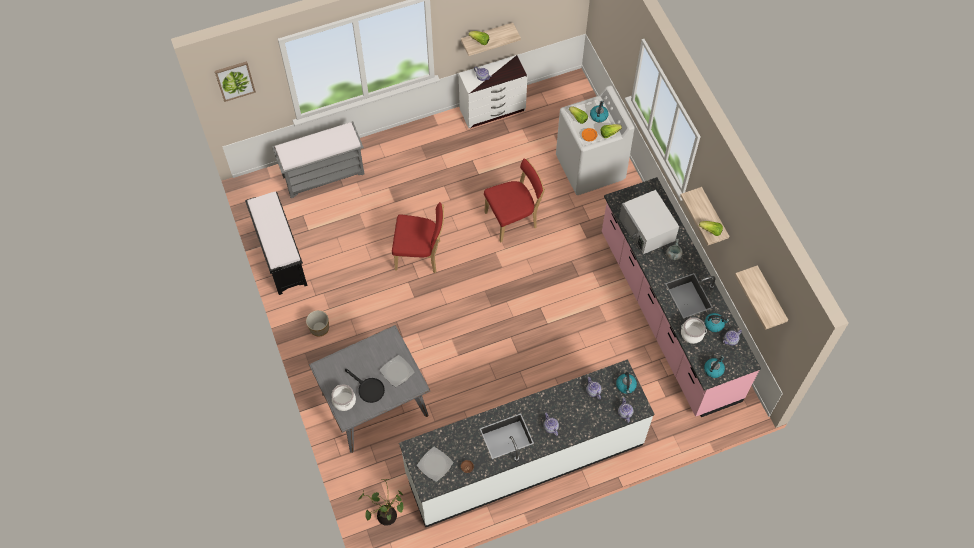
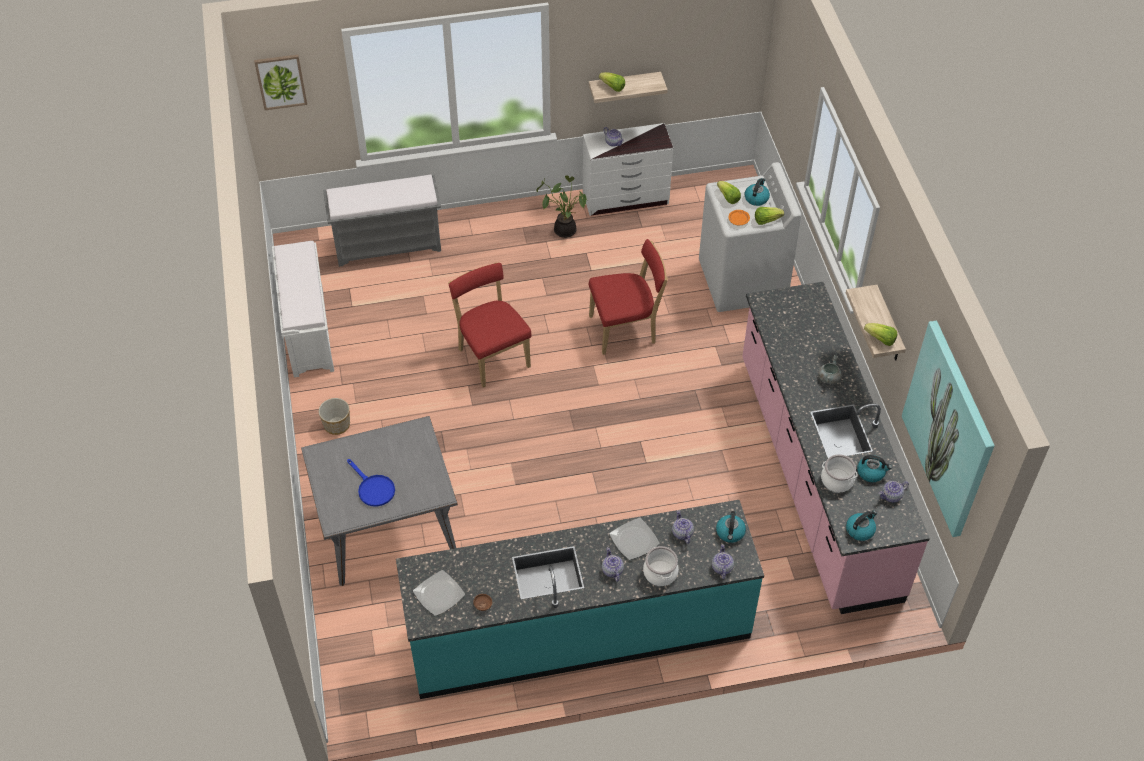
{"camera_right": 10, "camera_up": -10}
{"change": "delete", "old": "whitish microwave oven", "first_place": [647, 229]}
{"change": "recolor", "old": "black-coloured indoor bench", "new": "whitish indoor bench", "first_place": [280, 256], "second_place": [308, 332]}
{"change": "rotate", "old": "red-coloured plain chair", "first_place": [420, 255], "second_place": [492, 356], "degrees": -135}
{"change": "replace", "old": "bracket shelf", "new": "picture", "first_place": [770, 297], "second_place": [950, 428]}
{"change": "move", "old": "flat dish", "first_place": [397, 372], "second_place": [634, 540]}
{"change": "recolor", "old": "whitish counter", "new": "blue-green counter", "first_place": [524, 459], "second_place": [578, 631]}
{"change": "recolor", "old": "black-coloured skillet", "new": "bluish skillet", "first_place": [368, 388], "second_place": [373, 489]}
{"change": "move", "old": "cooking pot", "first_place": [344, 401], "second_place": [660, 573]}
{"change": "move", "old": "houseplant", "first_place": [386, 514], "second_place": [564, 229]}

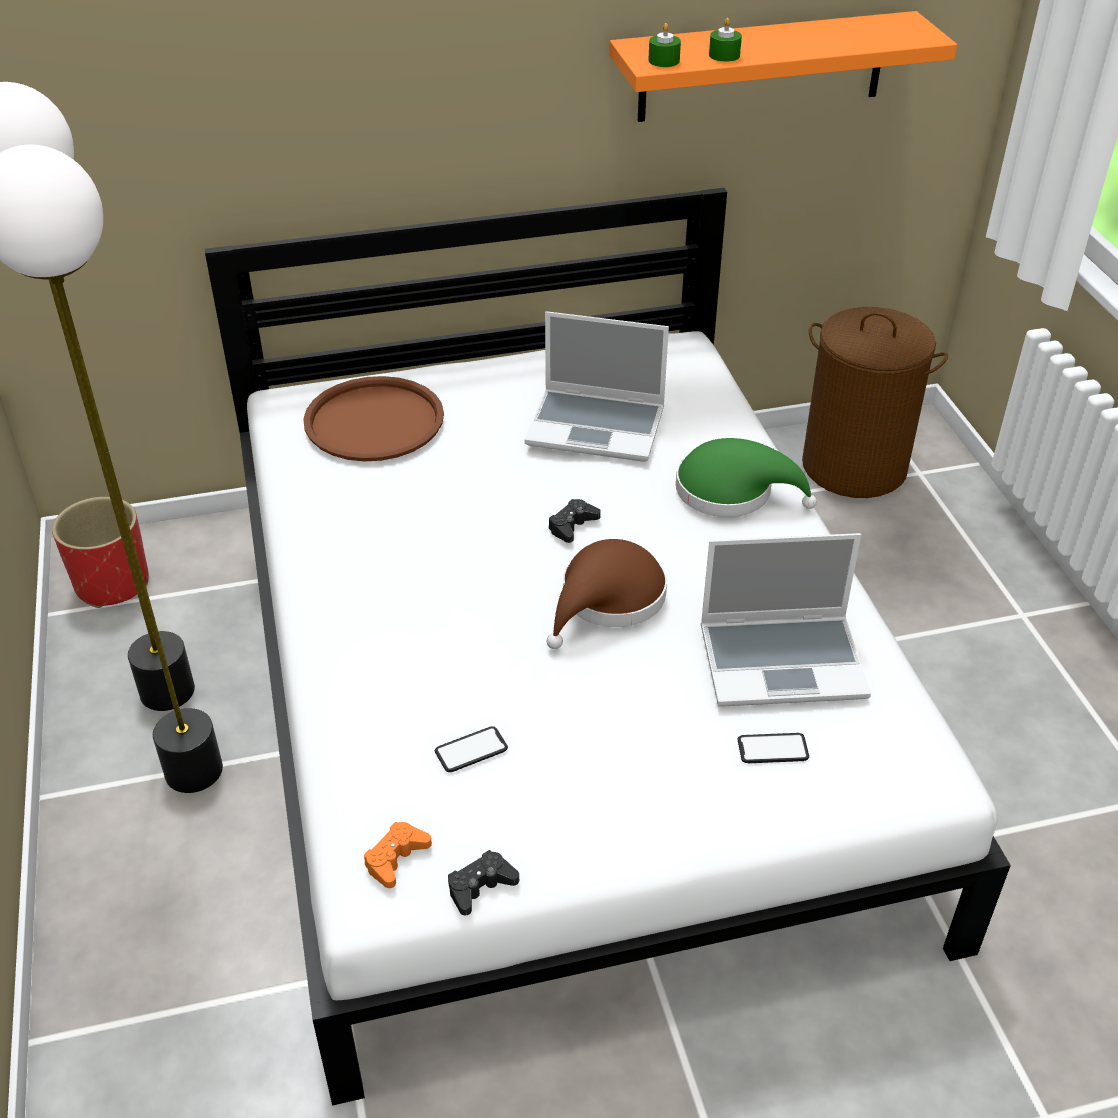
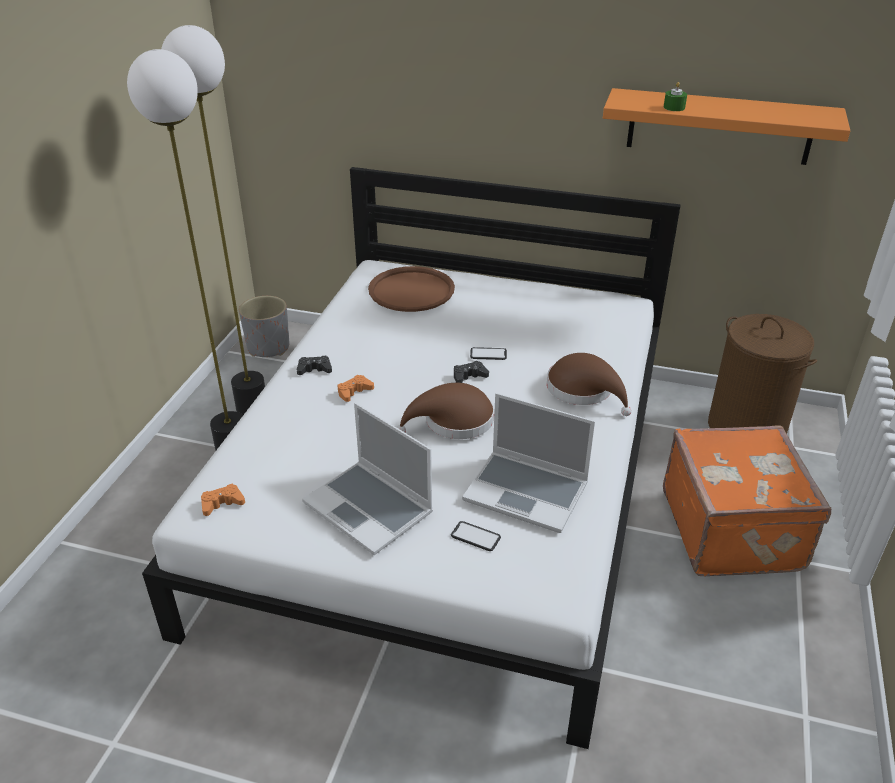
{"camera_right": 30, "camera_up": -5}
{"change": "delete", "old": "greenish wax candle", "first_place": [664, 61]}
{"change": "move", "old": "portable computer", "first_place": [598, 426], "second_place": [370, 508]}
{"change": "recolor", "old": "greenish clothing hat", "new": "brownish clothing hat", "first_place": [732, 491], "second_place": [584, 390]}
{"change": "recolor", "old": "red-coloured plant pot", "new": "gray plant pot", "first_place": [113, 583], "second_place": [269, 347]}
{"change": "move", "old": "telephone", "first_place": [471, 750], "second_place": [488, 354]}
{"change": "move", "old": "black-coloured game controller", "first_place": [480, 887], "second_place": [314, 369]}
{"change": "insert", "new": "orange game controller", "second_place": [354, 392]}
{"change": "insert", "new": "orange piece of luggage", "second_place": [733, 529]}

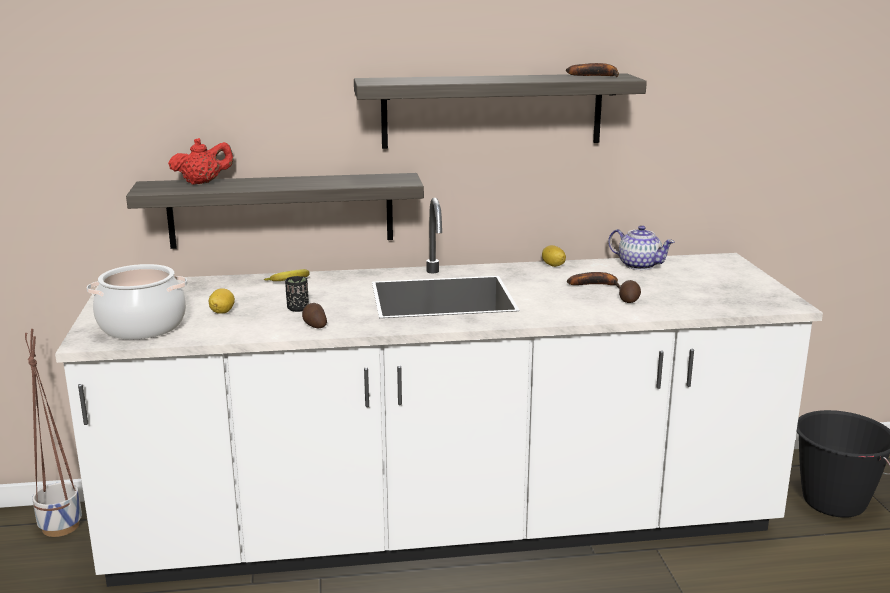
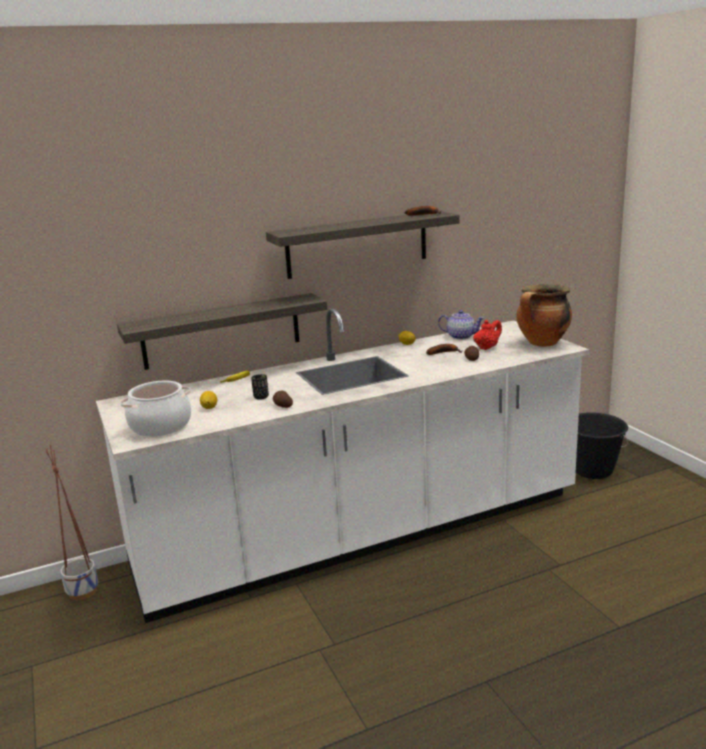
{"camera_right": -15, "camera_up": 0}
{"change": "move", "old": "red-coloured tea pot", "first_place": [203, 183], "second_place": [487, 348]}
{"change": "insert", "new": "cooking pot", "second_place": [542, 343]}

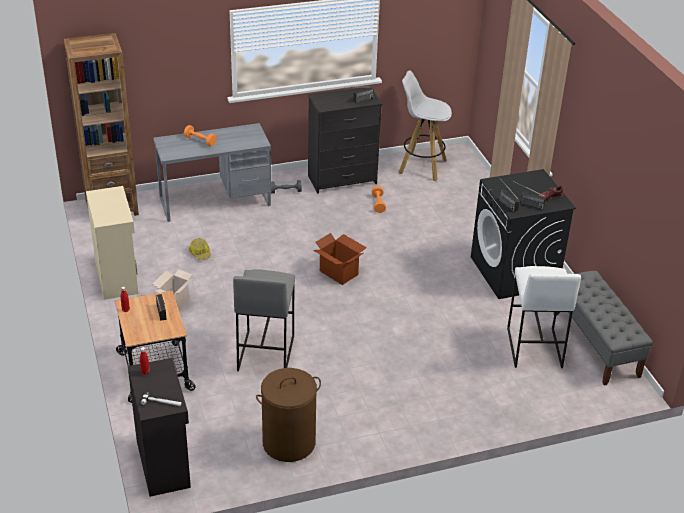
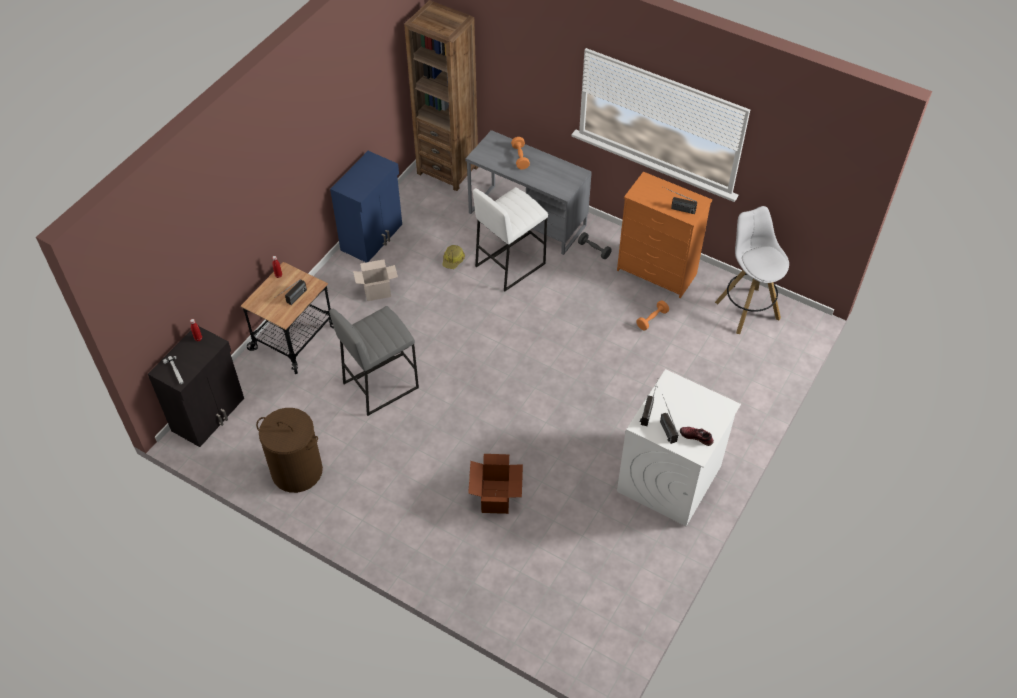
{"camera_right": 50, "camera_up": 15}
{"change": "recolor", "old": "black-coloured dresser", "new": "orange dresser", "first_place": [343, 180], "second_place": [657, 273]}
{"change": "recolor", "old": "black-coloured washing machine", "new": "whitish washing machine", "first_place": [514, 272], "second_place": [669, 479]}
{"change": "recolor", "old": "sand-coloured cabinet", "new": "bluish cabinet", "first_place": [117, 277], "second_place": [372, 237]}
{"change": "move", "old": "cardboard box", "first_place": [339, 272], "second_place": [496, 497]}
{"change": "move", "old": "whitish stool", "first_place": [533, 347], "second_place": [510, 264]}
{"change": "delete", "old": "gray indoor bench", "first_place": [596, 345]}

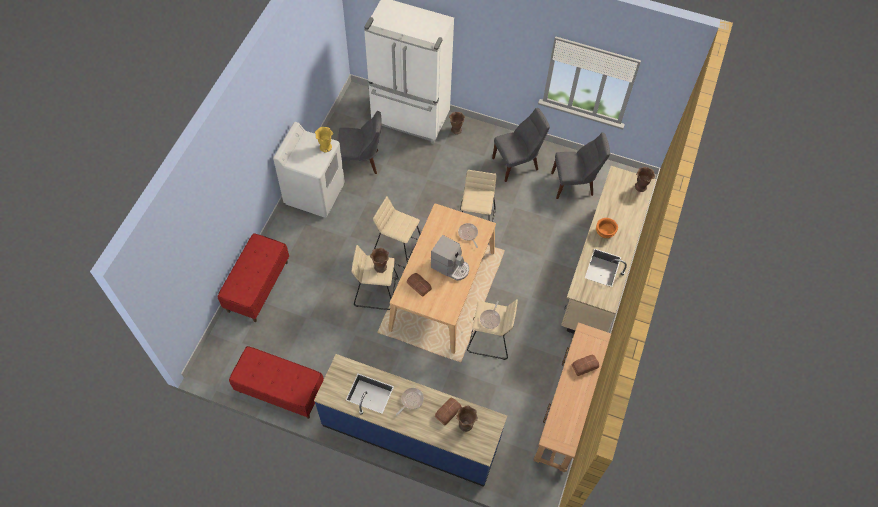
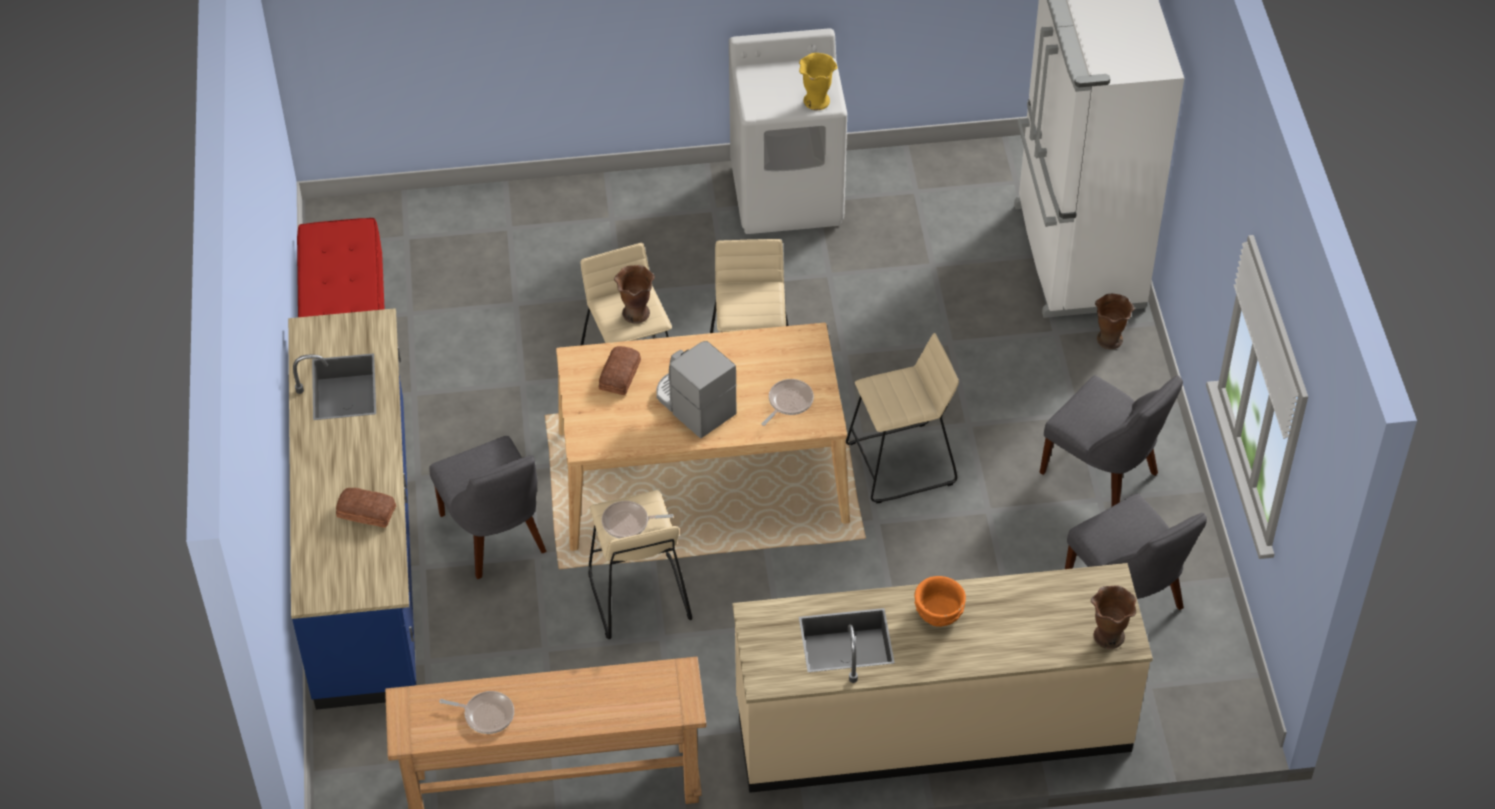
{"camera_right": 65, "camera_up": -10}
{"change": "move", "old": "gray plain chair", "first_place": [361, 161], "second_place": [495, 536]}
{"change": "delete", "old": "red-coloured indoor bench", "first_place": [257, 286]}
{"change": "rotate", "old": "coffee machine", "first_place": [450, 267], "second_place": [693, 405], "degrees": 135}
{"change": "delete", "old": "baked bread", "first_place": [584, 366]}
{"change": "move", "old": "skillet", "first_place": [411, 400], "second_place": [486, 714]}
{"change": "delete", "old": "brownish flower vase", "first_place": [466, 424]}

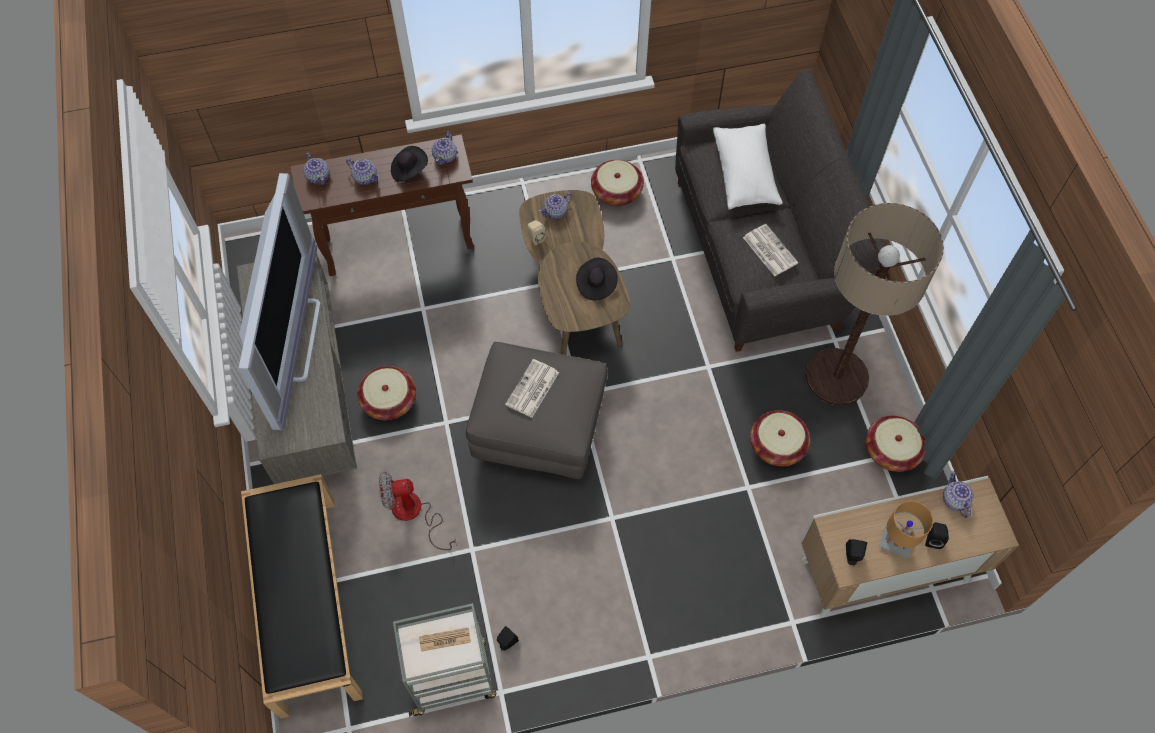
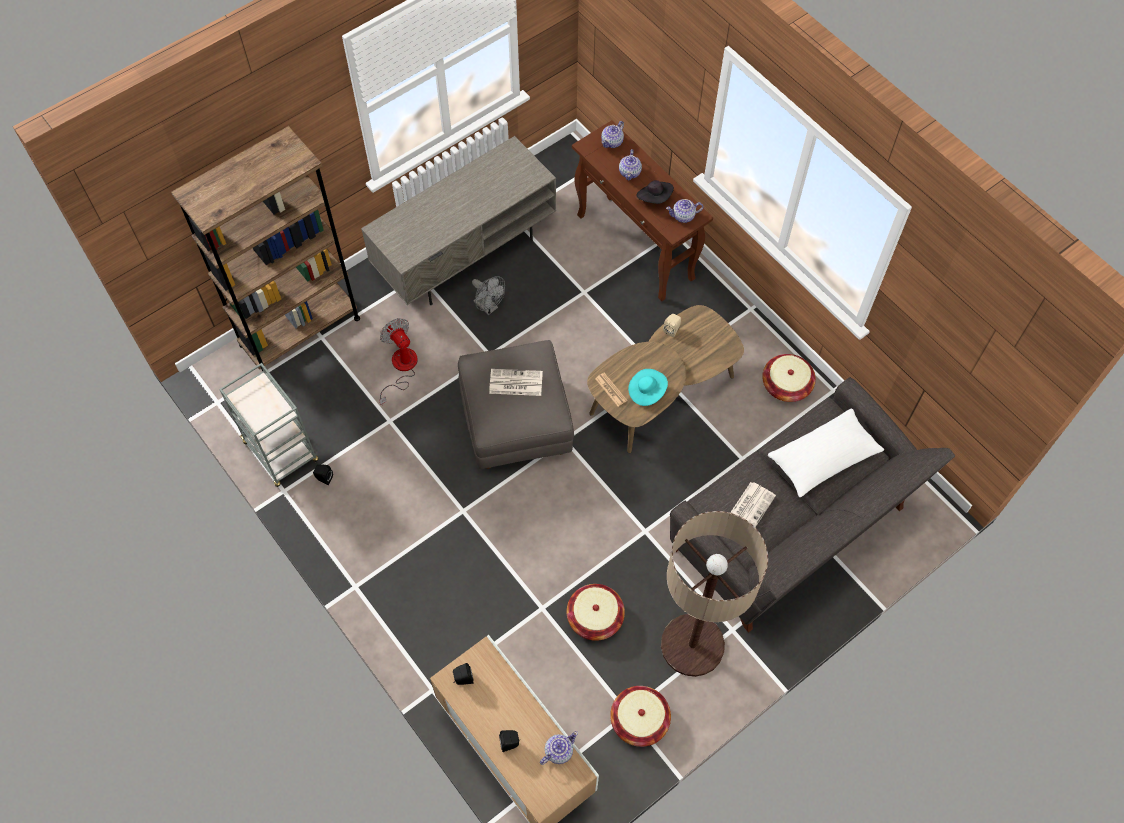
{"camera_right": 65, "camera_up": 0}
{"change": "delete", "old": "television", "first_place": [295, 339]}
{"change": "delete", "old": "tea pot", "first_place": [556, 212]}
{"change": "recolor", "old": "black-coloured clothing hat", "new": "blue-green clothing hat", "first_place": [596, 284], "second_place": [646, 391]}
{"change": "replace", "old": "household basket", "new": "gray electric fan", "first_place": [389, 400], "second_place": [488, 307]}
{"change": "replace", "old": "black-coloured indoor bench", "new": "brownish bookcase", "first_place": [307, 602], "second_place": [300, 331]}
{"change": "delete", "old": "brownish lamp for a table", "first_place": [895, 543]}
{"change": "move", "old": "printed paper", "first_place": [445, 639], "second_place": [611, 389]}

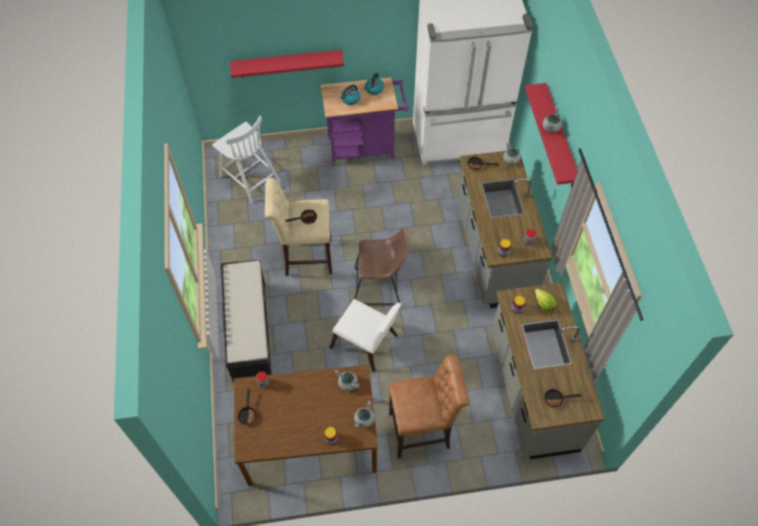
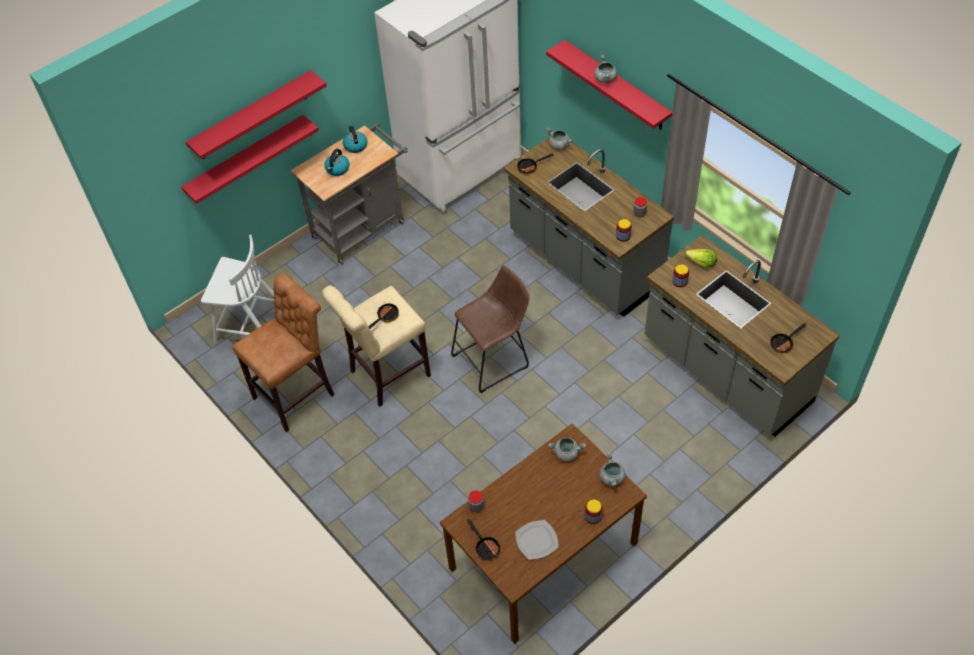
{"camera_right": -30, "camera_up": -5}
{"change": "recolor", "old": "purple-coloured trolley", "new": "gray trolley", "first_place": [365, 148], "second_place": [362, 227]}
{"change": "delete", "old": "black-coloured indoor bench", "first_place": [250, 331]}
{"change": "delete", "old": "whitish plain chair", "first_place": [367, 345]}
{"change": "move", "old": "brownish stool", "first_place": [423, 430], "second_place": [297, 394]}
{"change": "insert", "new": "red-coloured bracket shelf", "second_place": [252, 116]}
{"change": "insert", "new": "flat dish", "second_place": [537, 540]}

